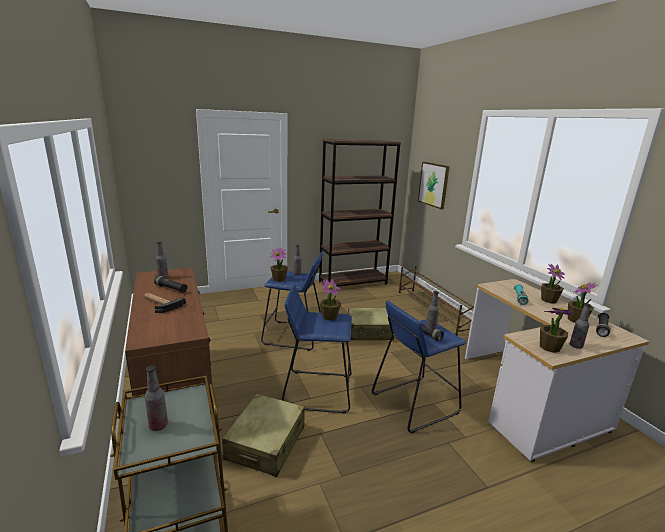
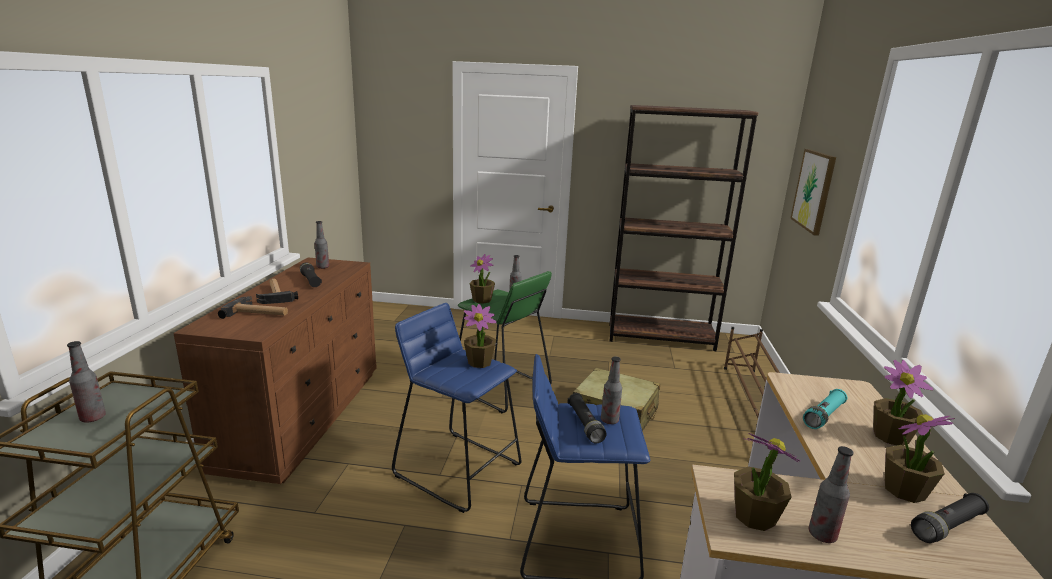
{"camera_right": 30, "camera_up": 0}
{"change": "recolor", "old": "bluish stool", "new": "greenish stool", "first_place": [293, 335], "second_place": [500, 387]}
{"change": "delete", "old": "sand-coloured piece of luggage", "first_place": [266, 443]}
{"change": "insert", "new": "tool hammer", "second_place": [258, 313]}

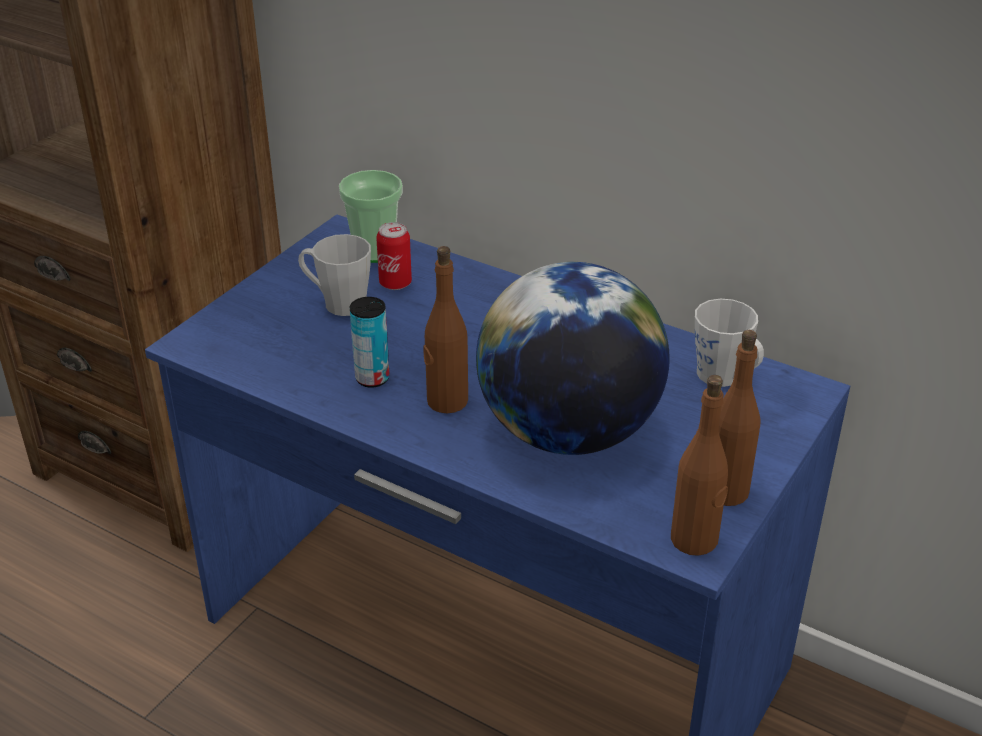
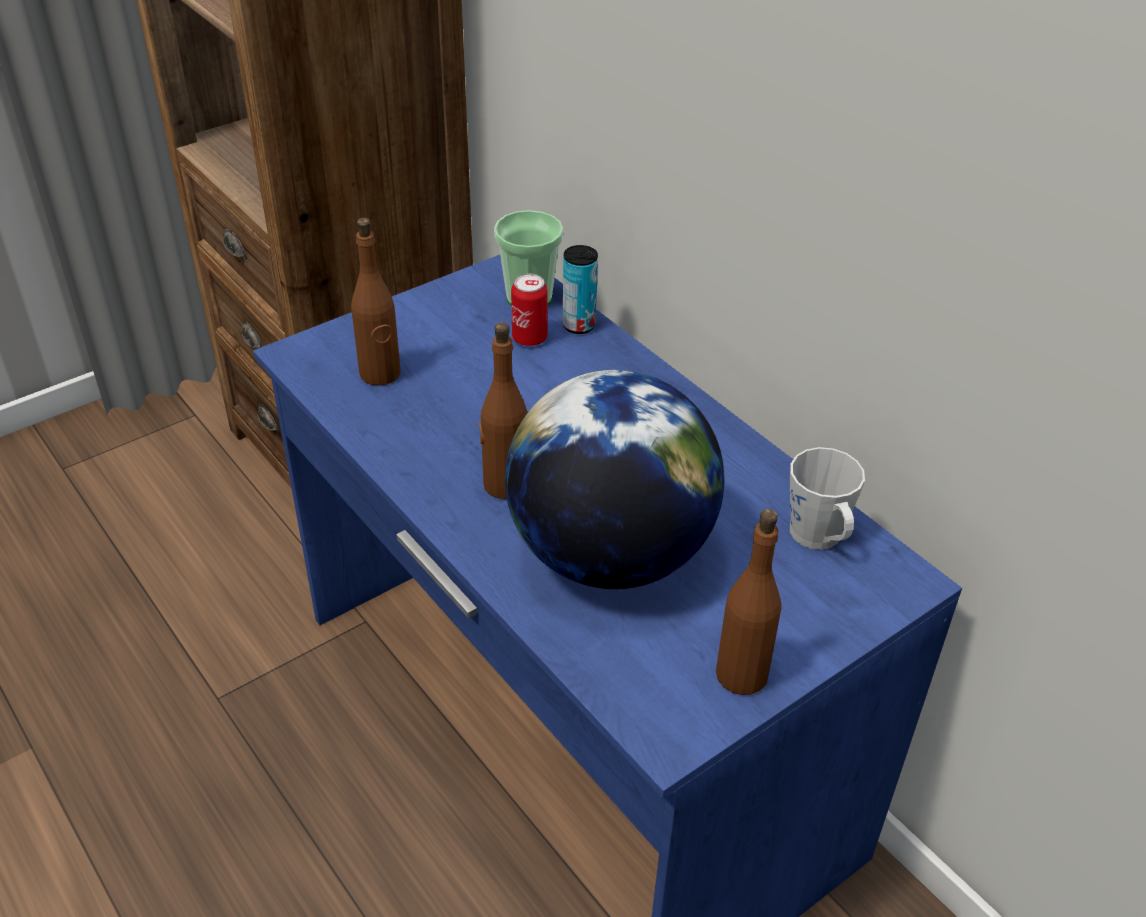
{"camera_right": 20, "camera_up": 5}
{"change": "delete", "old": "gray tea mug", "first_place": [337, 303]}
{"change": "move", "old": "sealed can", "first_place": [372, 378], "second_place": [579, 325]}
{"change": "move", "old": "brownish drink bottle", "first_place": [694, 540], "second_place": [380, 374]}

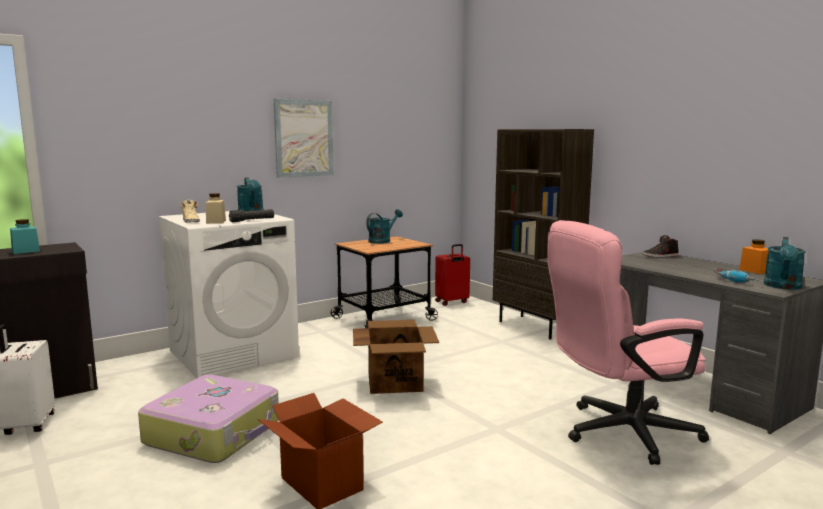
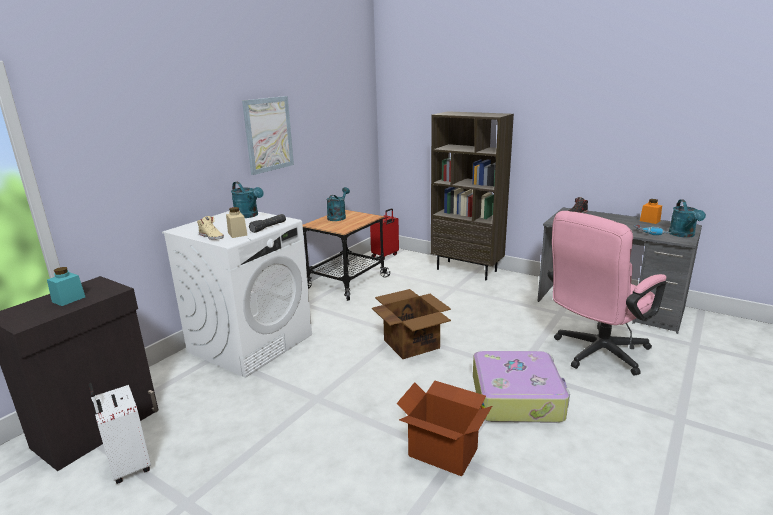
{"camera_right": -20, "camera_up": 10}
{"change": "move", "old": "piece of luggage", "first_place": [215, 433], "second_place": [517, 397]}

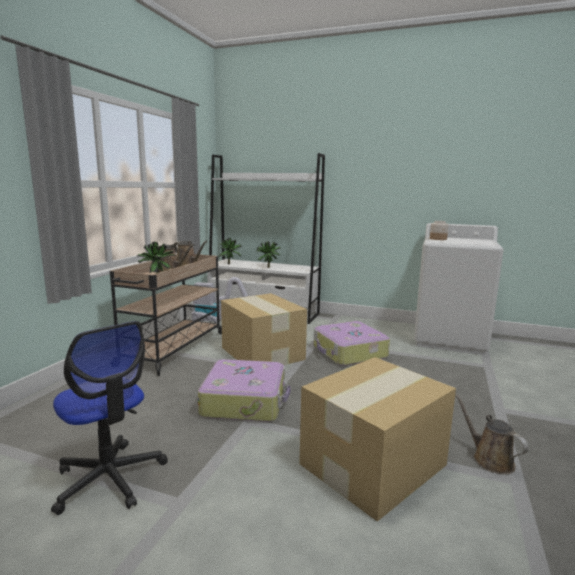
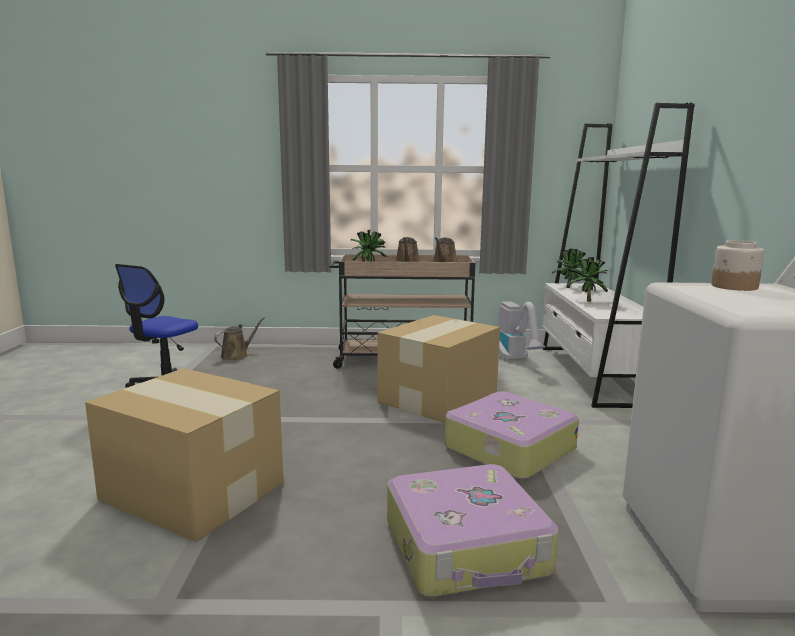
{"camera_right": 70, "camera_up": 0}
{"change": "move", "old": "piece of luggage", "first_place": [245, 401], "second_place": [467, 547]}
{"change": "move", "old": "brownish watering pot", "first_place": [489, 459], "second_place": [237, 355]}

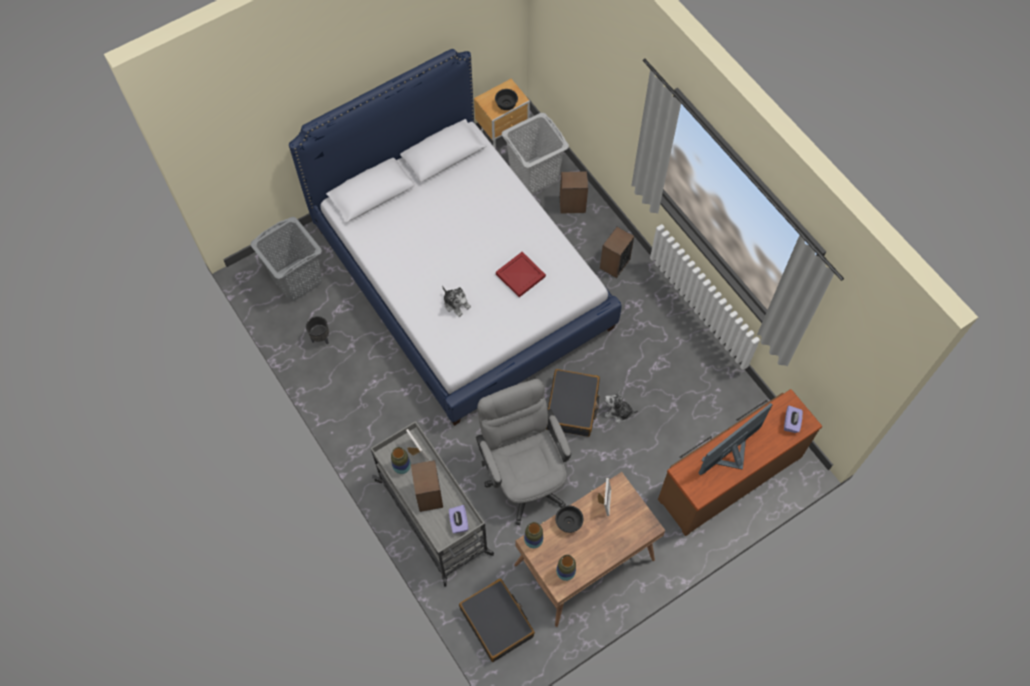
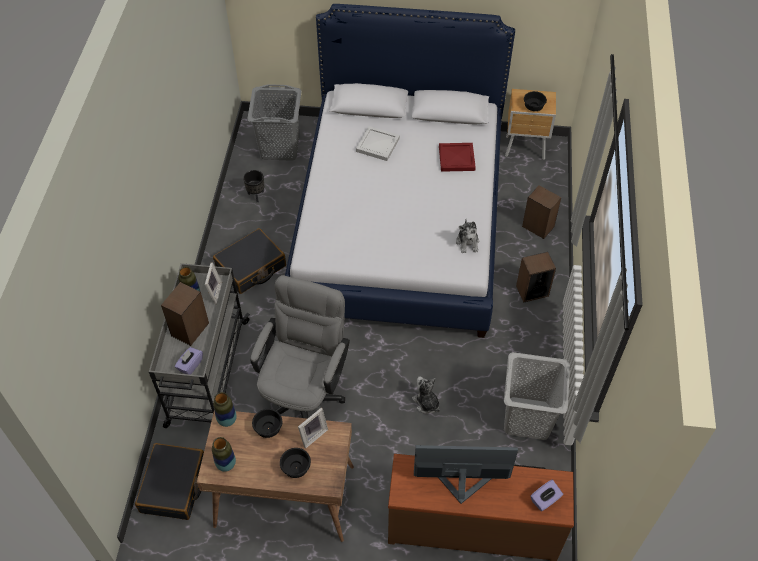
{"camera_right": 40, "camera_up": -10}
{"change": "move", "old": "gray laundry basket", "first_place": [534, 176], "second_place": [527, 418]}
{"change": "move", "old": "red-coloured carrying tray", "first_place": [519, 275], "second_place": [456, 158]}
{"change": "move", "old": "plush toy", "first_place": [456, 304], "second_place": [467, 242]}
{"change": "move", "old": "black-coloured piece of luggage", "first_place": [572, 407], "second_place": [251, 267]}
{"change": "insert", "new": "whitish carrying tray", "second_place": [377, 145]}
{"change": "insert", "new": "black-coloured serving bowl", "second_place": [295, 468]}

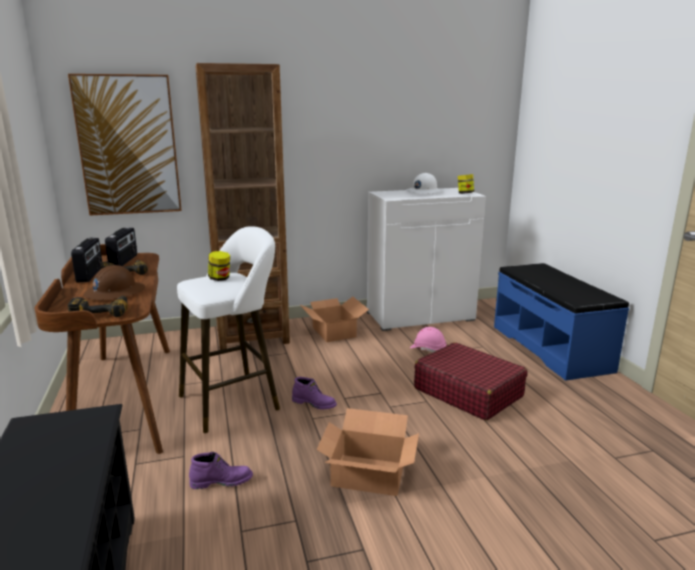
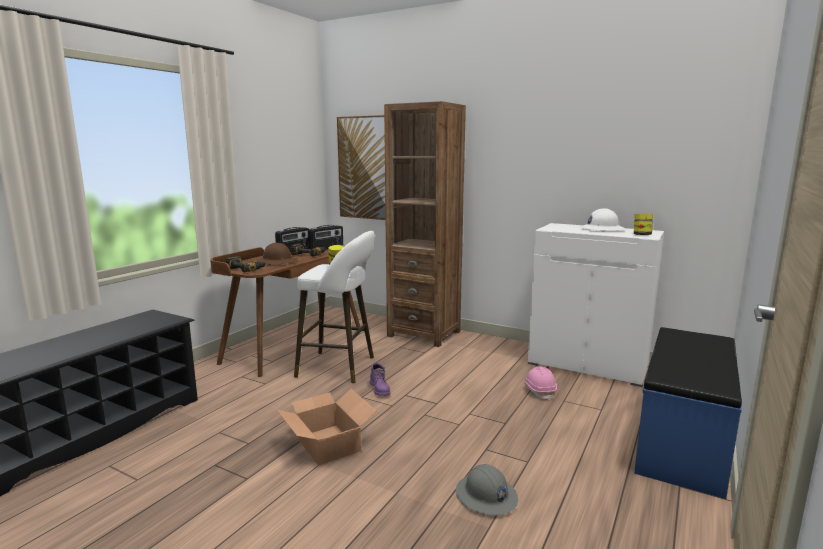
{"camera_right": 45, "camera_up": -5}
{"change": "delete", "old": "cardboard box", "first_place": [334, 331]}
{"change": "delete", "old": "red-coloured piece of luggage", "first_place": [468, 392]}
{"change": "delete", "old": "purple-coloured boot", "first_place": [222, 481]}
{"change": "insert", "new": "gray safety helmet", "second_place": [486, 496]}

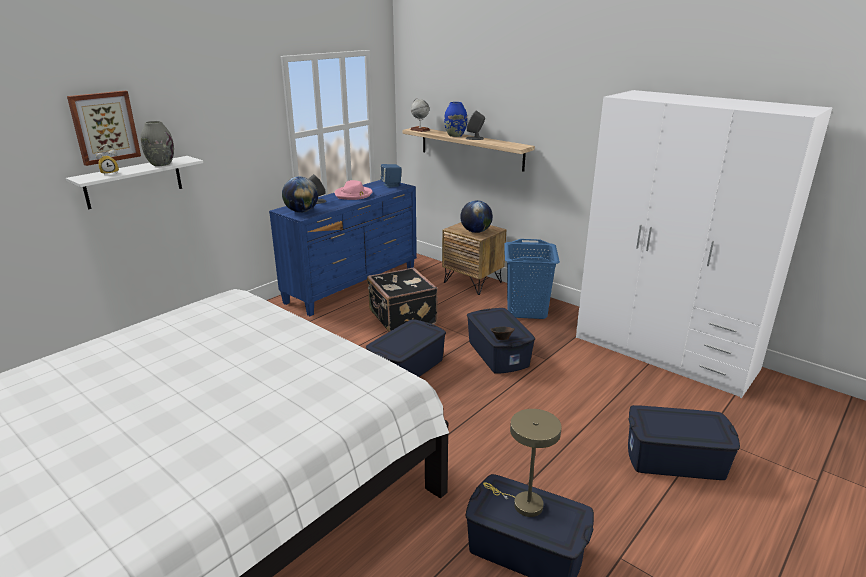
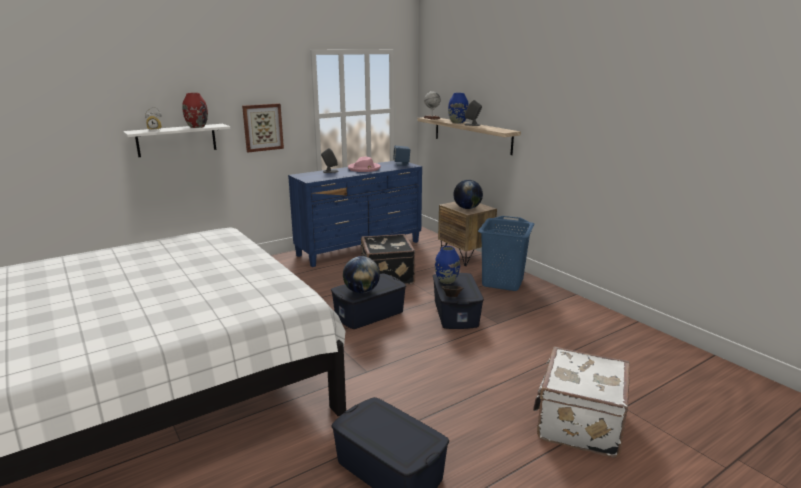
{"camera_right": 15, "camera_up": -5}
{"change": "delete", "old": "whitish wardrobe", "first_place": [664, 353]}
{"change": "move", "old": "picture", "first_place": [104, 127], "second_place": [262, 127]}
{"change": "recolor", "old": "gray flower vase", "new": "red-coloured flower vase", "first_place": [161, 164], "second_place": [197, 127]}
{"change": "move", "old": "globe", "first_place": [301, 211], "second_place": [361, 291]}
{"change": "replace", "old": "bluish storage box", "new": "whitish piece of luggage", "first_place": [675, 460], "second_place": [578, 423]}
{"change": "delete", "old": "sand-coloured lamp for a table", "first_place": [523, 504]}
{"change": "insert", "new": "bluish flower vase", "second_place": [446, 281]}

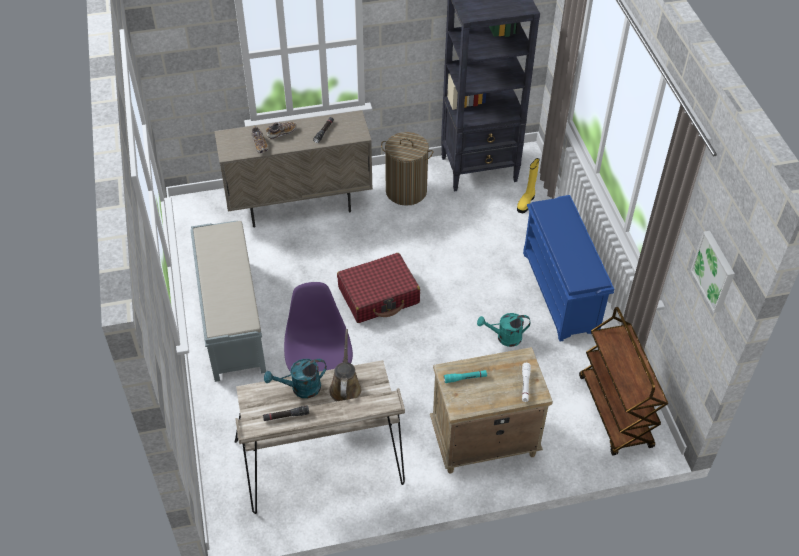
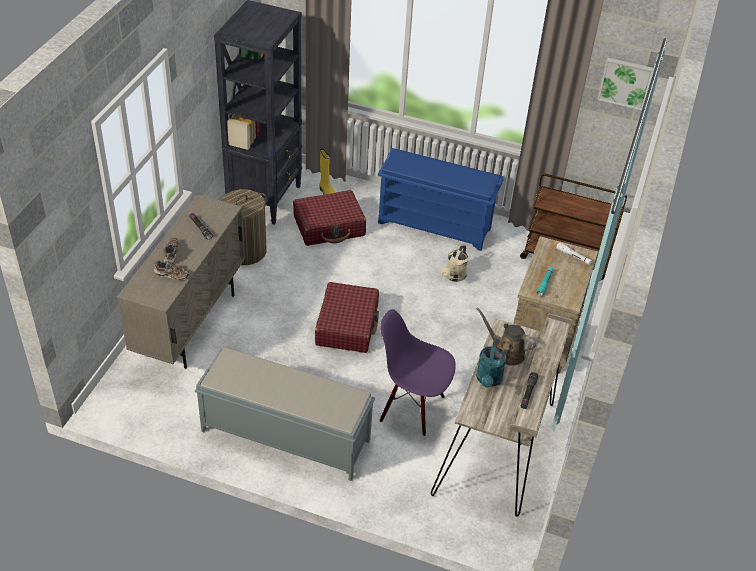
{"camera_right": -60, "camera_up": -5}
{"change": "recolor", "old": "blue-green watering pot", "new": "sand-coloured watering pot", "first_place": [504, 338], "second_place": [453, 277]}
{"change": "insert", "new": "red-coloured piece of luggage", "second_place": [329, 226]}

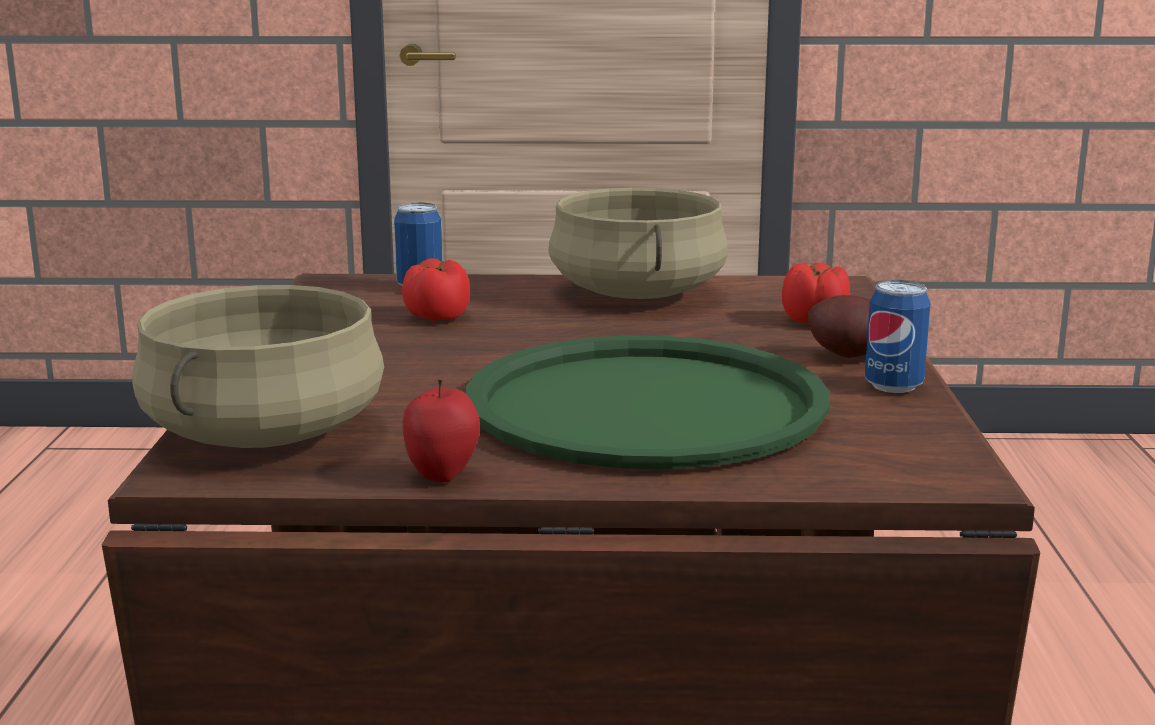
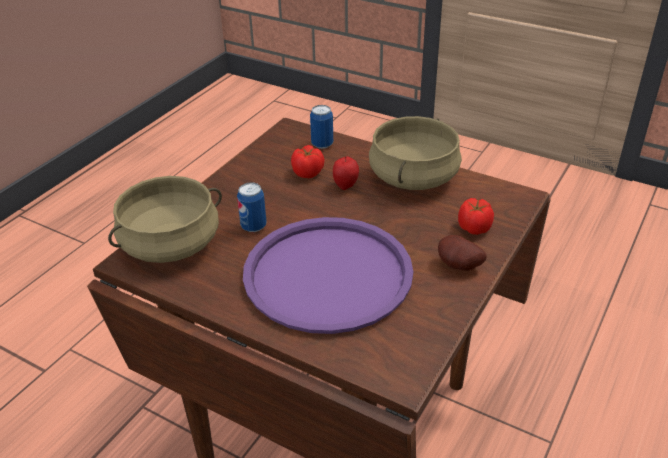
{"camera_right": 30, "camera_up": 20}
{"change": "move", "old": "sealed can", "first_place": [893, 386], "second_place": [253, 226]}
{"change": "recolor", "old": "greenish carrying tray", "new": "purple-coloured carrying tray", "first_place": [645, 405], "second_place": [327, 275]}
{"change": "move", "old": "apple fruit", "first_place": [442, 475], "second_place": [345, 186]}

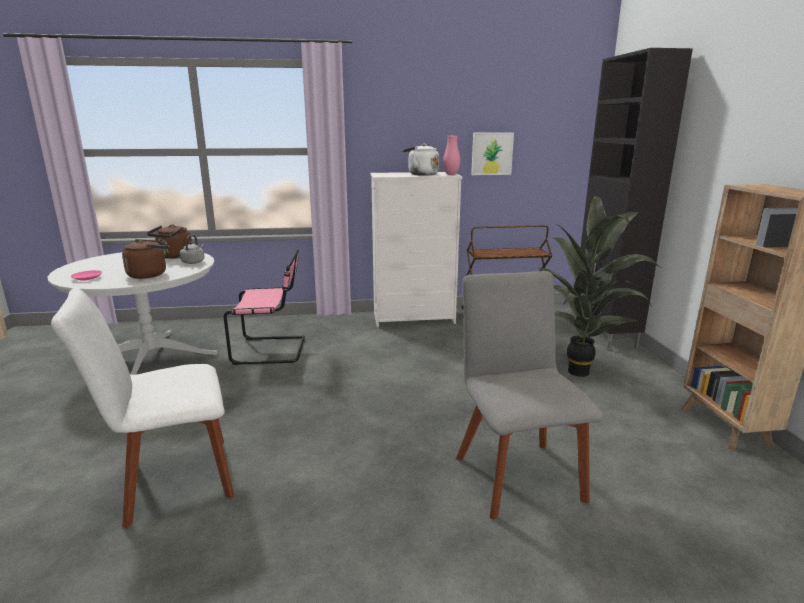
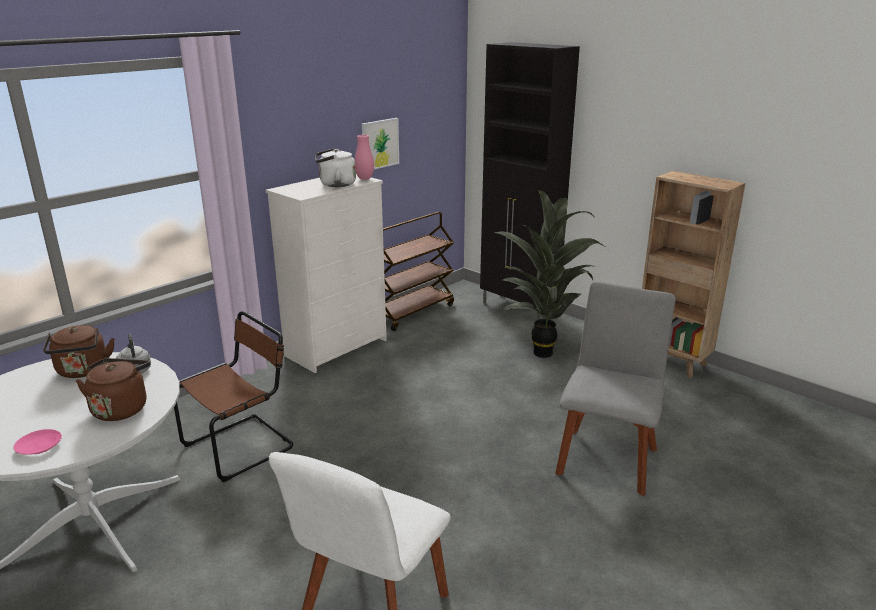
{"camera_right": -40, "camera_up": 5}
{"change": "recolor", "old": "pink-coloured plain chair", "new": "brownish plain chair", "first_place": [273, 350], "second_place": [242, 445]}
{"change": "rotate", "old": "gray plain chair", "first_place": [516, 474], "second_place": [607, 457], "degrees": 75}

